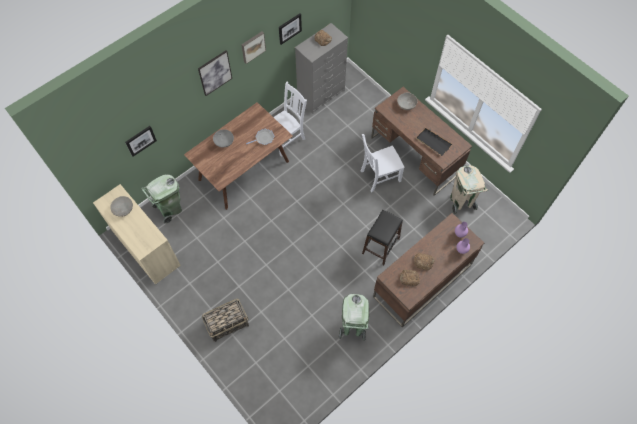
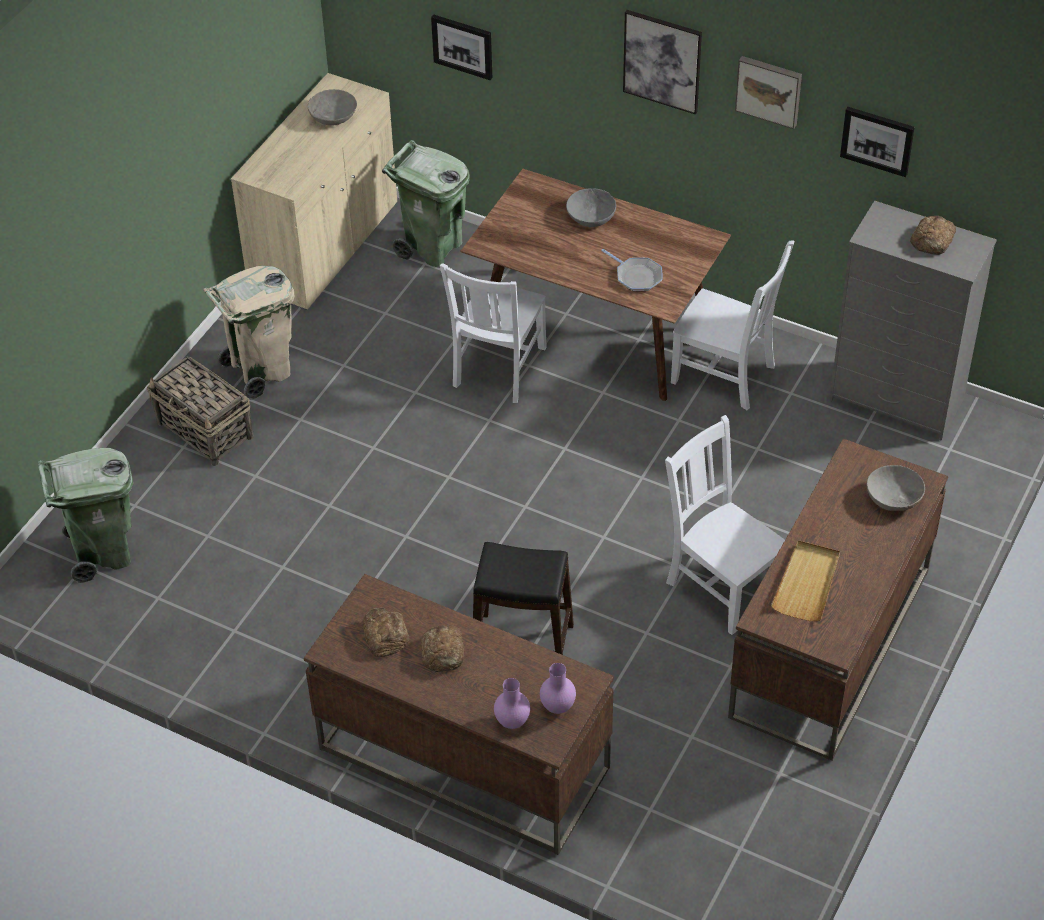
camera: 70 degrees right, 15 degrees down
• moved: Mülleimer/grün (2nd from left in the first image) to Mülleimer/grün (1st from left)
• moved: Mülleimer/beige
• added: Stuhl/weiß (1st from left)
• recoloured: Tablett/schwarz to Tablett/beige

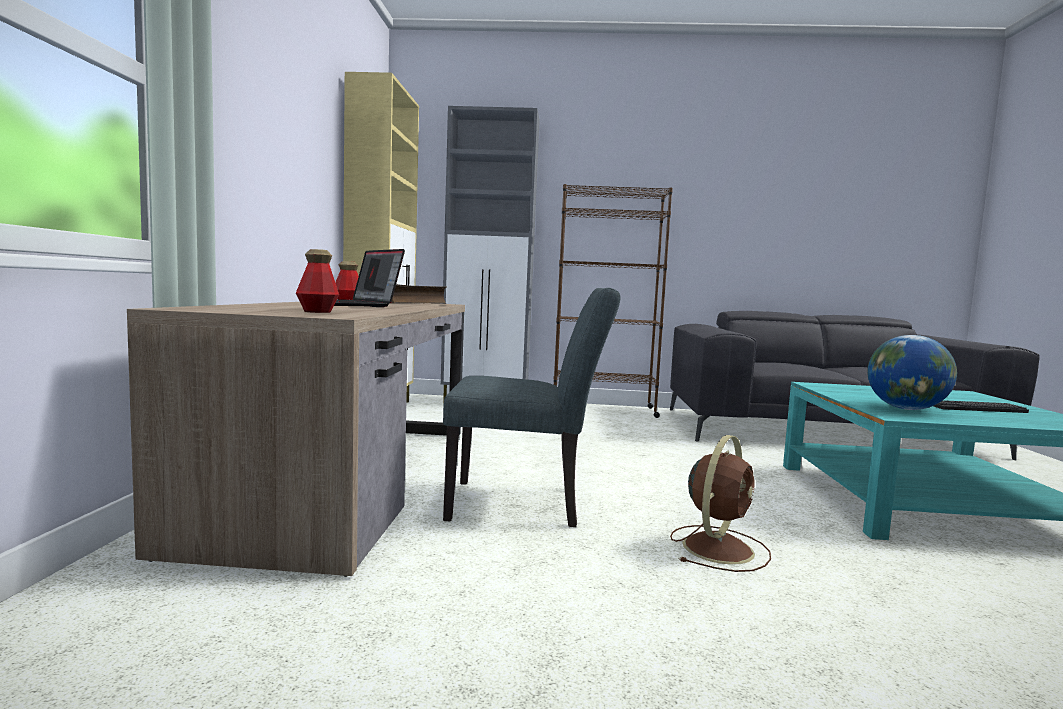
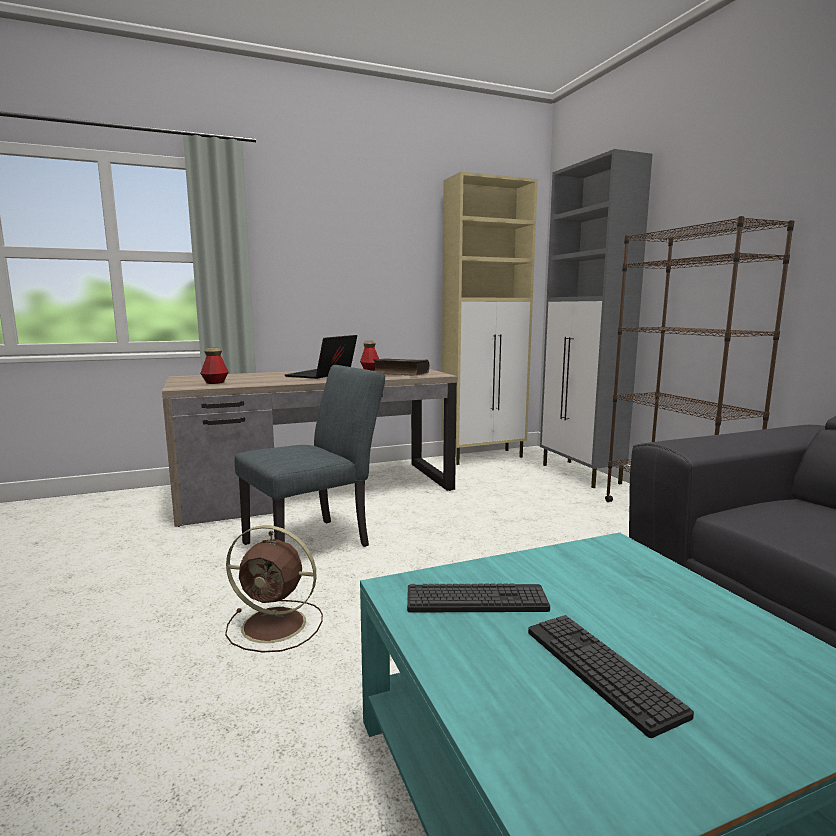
camera: 65 degrees right, 5 degrees up
• turned: Stuhl/grau 105 degrees counterclockwise
• replaced: Globus to Tastatur (1st from left)

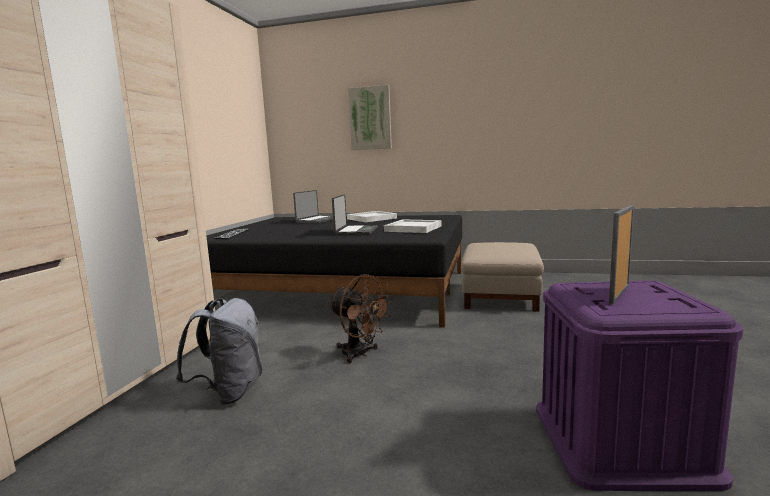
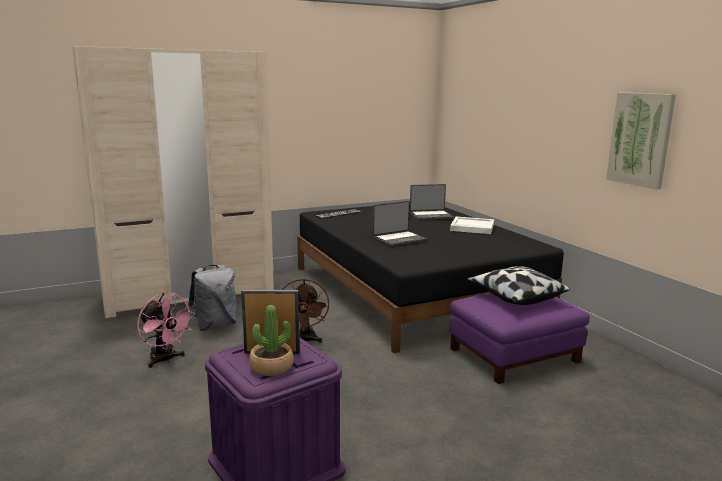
camera: 50 degrees right, 5 degrees up
• added: Ventilator/rosa
• added: Topfpflanze
• recoloured: Polsterhocker/beige to Polsterhocker/lila
• added: Kissen
• moved: Bild
• removed: Tablett/weiß (2nd from left)

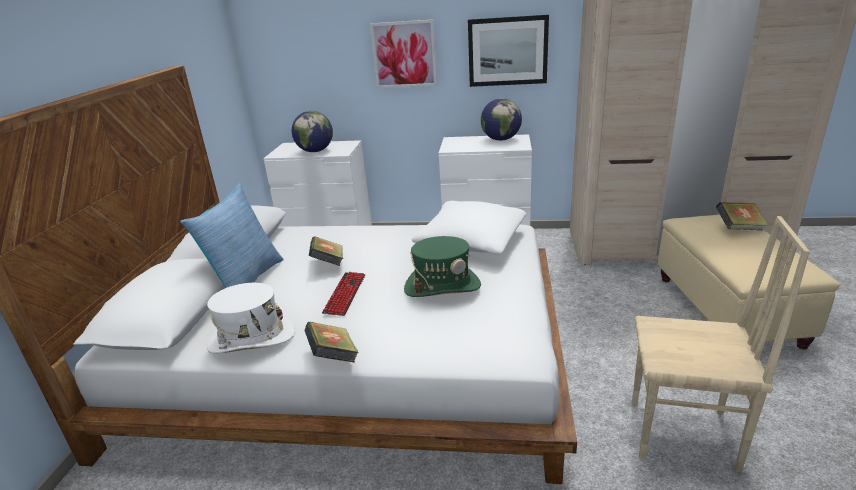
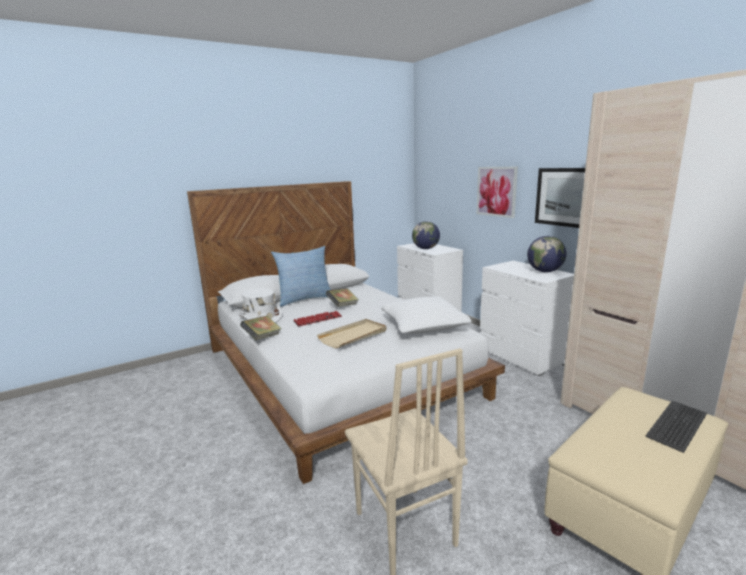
camera: 50 degrees right, 10 degrees down
• replaced: Hut/grün to Tablett/beige
• replaced: Buch (3rd from left) to Tastatur (2nd from left)

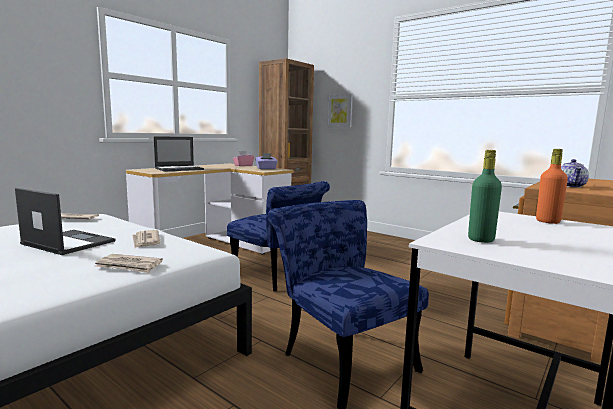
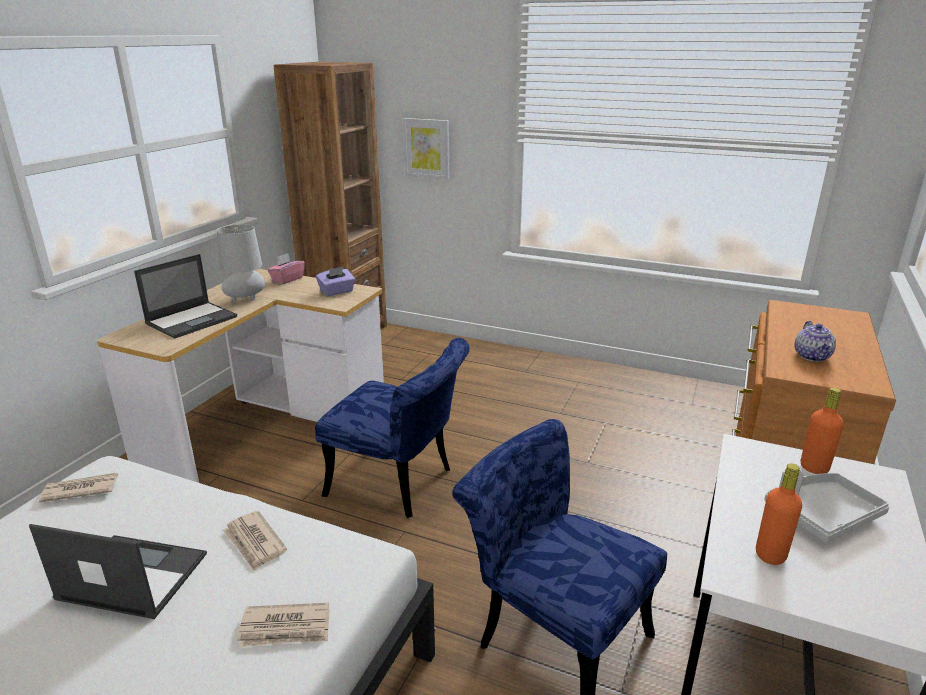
camera: 15 degrees left, 15 degrees up
• added: Tischlampe/grau
• recoloured: Flasche/grün to Flasche/orange (1st from left)
• added: Tablett/grau

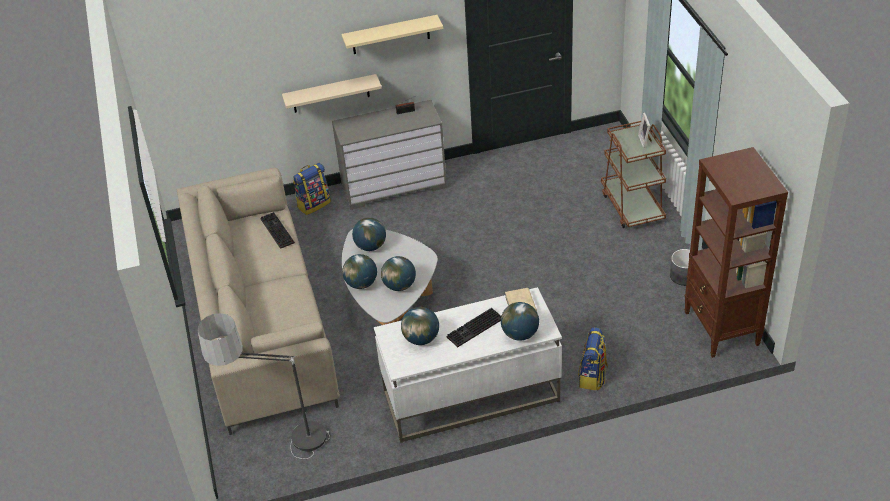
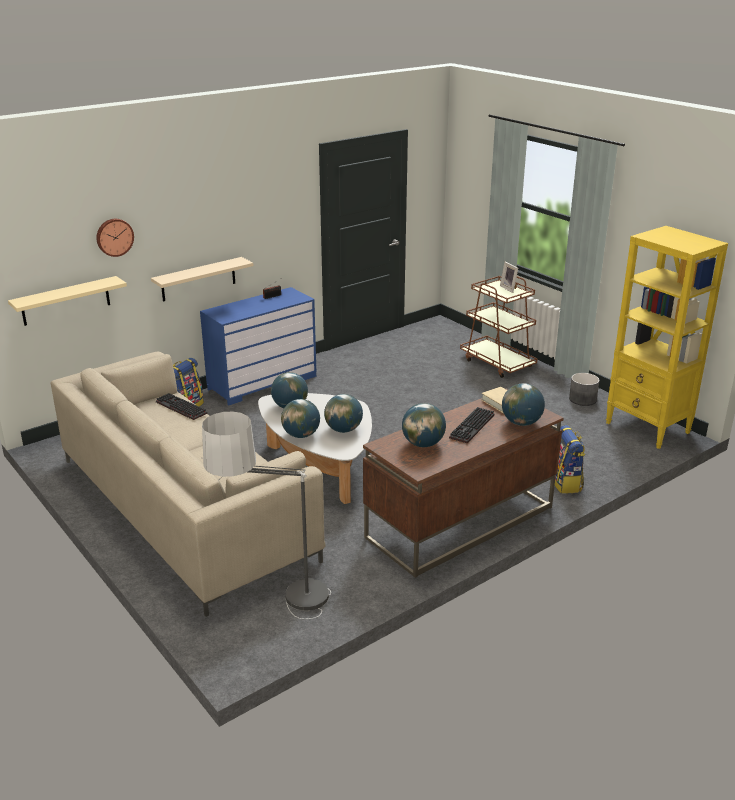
camera: 25 degrees left, 15 degrees down
• moved: Wandregal/beige (2nd from left in the first image) to Wandregal/beige (1st from left)
• added: Wanduhr
• recoloured: Kommode/grau to Kommode/blau
• recoloured: Schreibtisch/weiß to Schreibtisch/braun
• recoloured: Bücherregal/braun to Bücherregal/gelb

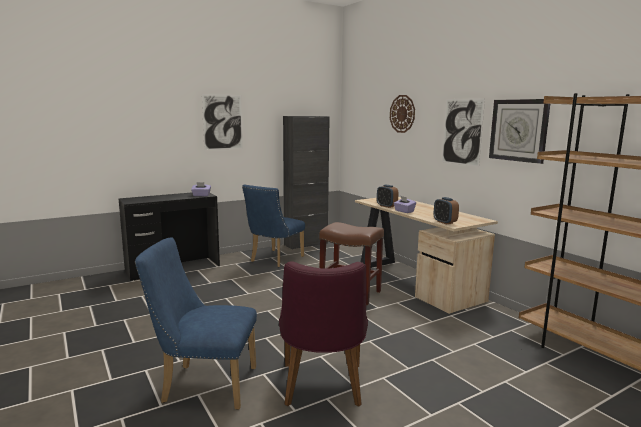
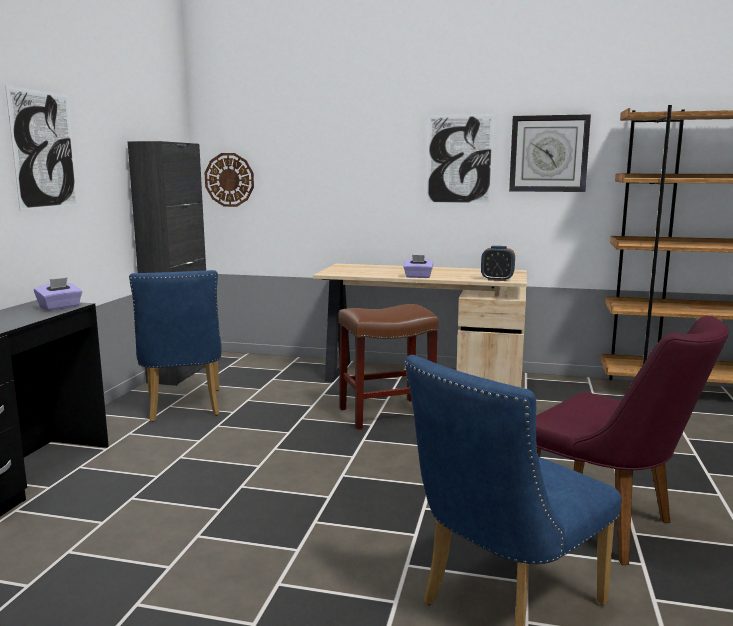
camera: 45 degrees left, 0 degrees up
• moved: Wanduhr (1st from left)
• removed: Wecker (1st from left)

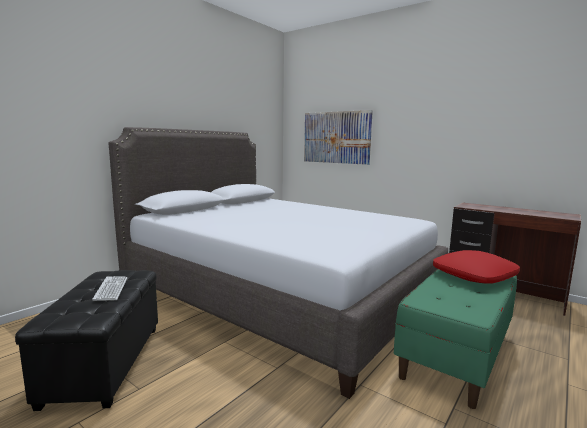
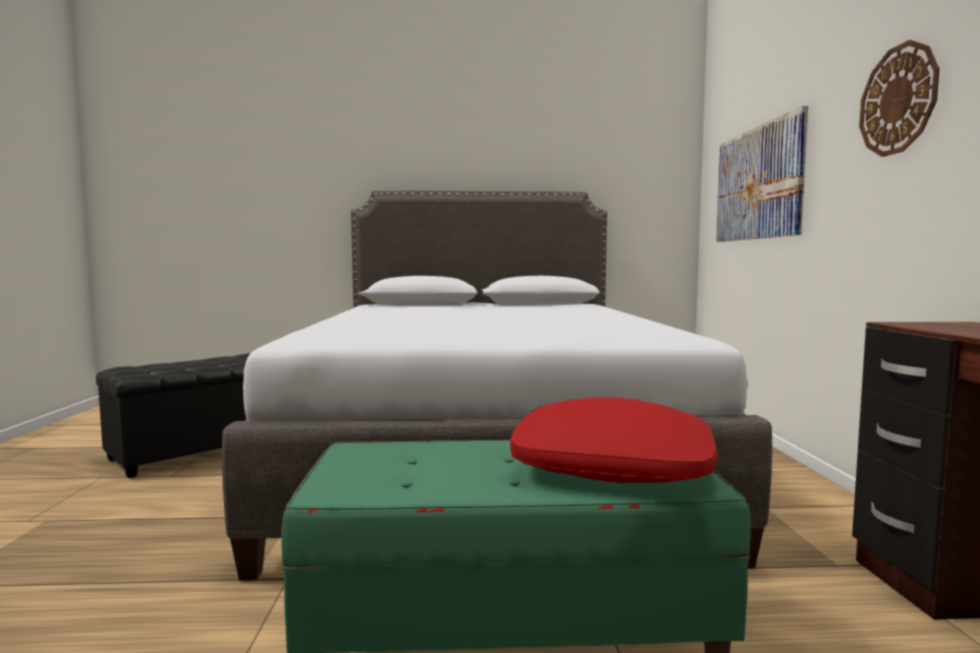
camera: 50 degrees right, 5 degrees down
• added: Wanduhr
• removed: Tastatur

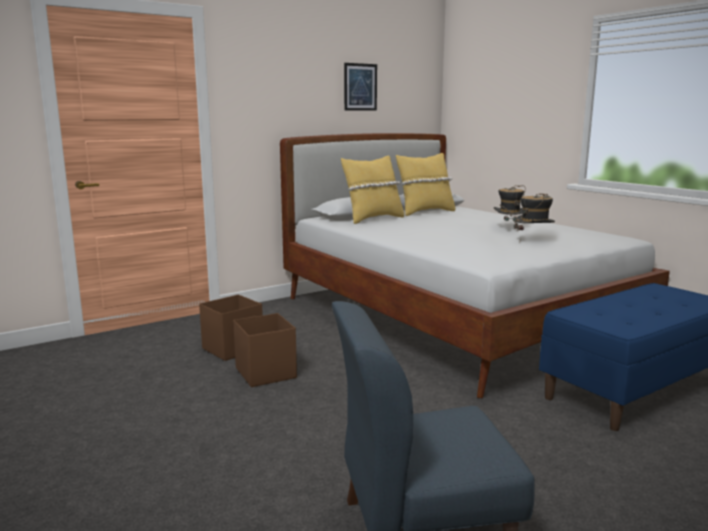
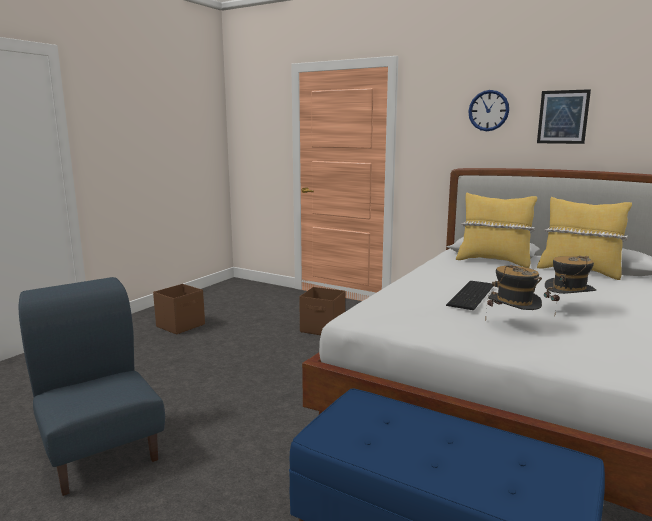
camera: 65 degrees right, 0 degrees up
• moved: Aufbewahrungsbox/braun (2nd from left in the first image) to Aufbewahrungsbox/braun (1st from left)
• added: Tastatur
• added: Wanduhr

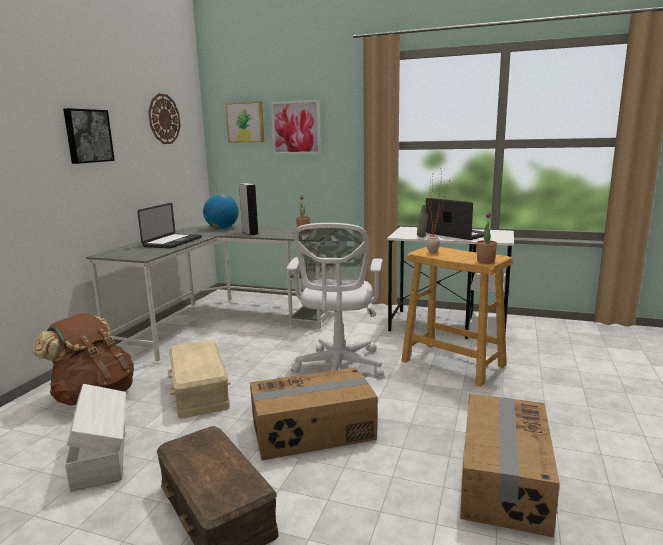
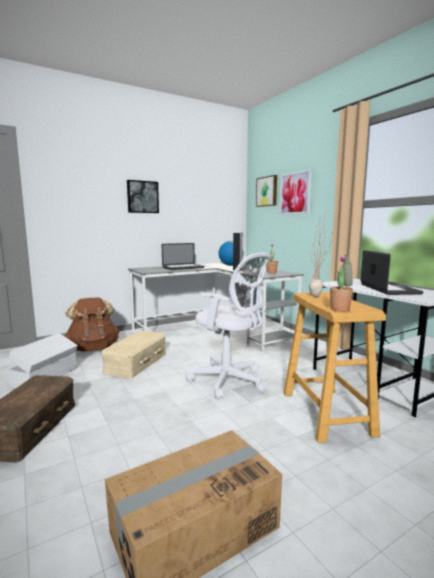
camera: 40 degrees right, 5 degrees down
• turned: Bürostuhl/weiß 105 degrees counterclockwise
• removed: Wanduhr
• removed: Karton (1st from left)

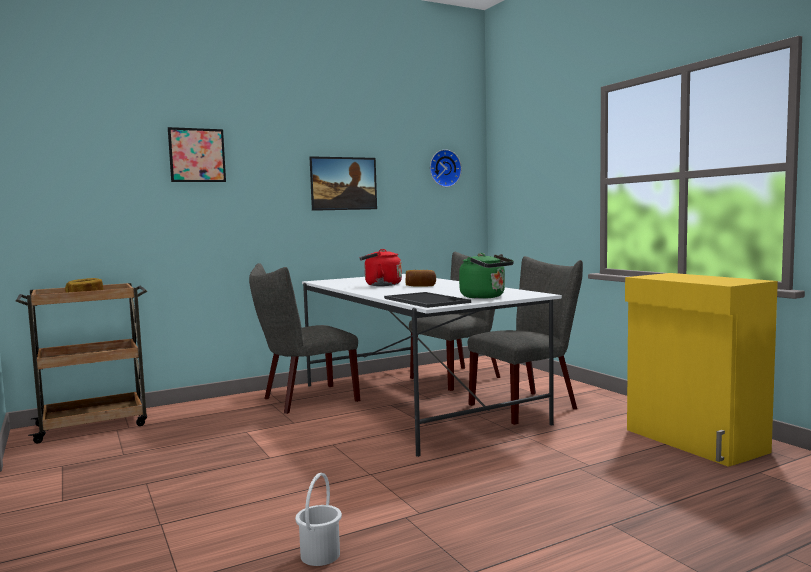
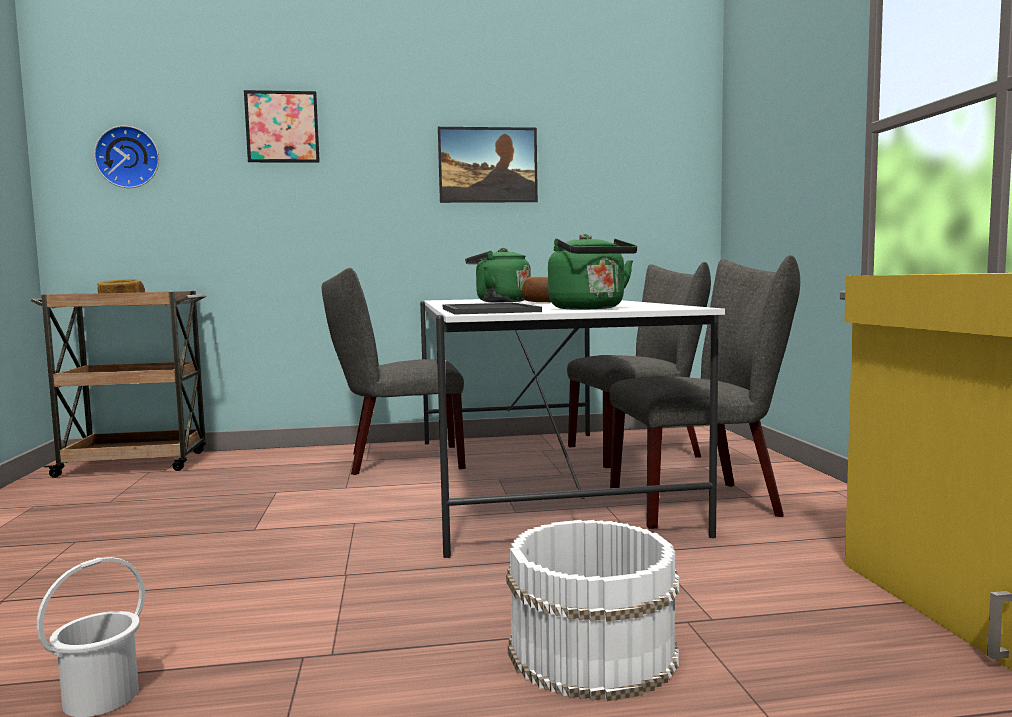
camera: 20 degrees right, 0 degrees up
• moved: Wanduhr
• recoloured: Wasserkessel/rot to Wasserkessel/grün (1st from left)
• added: Eimer/weiß (2nd from left)

